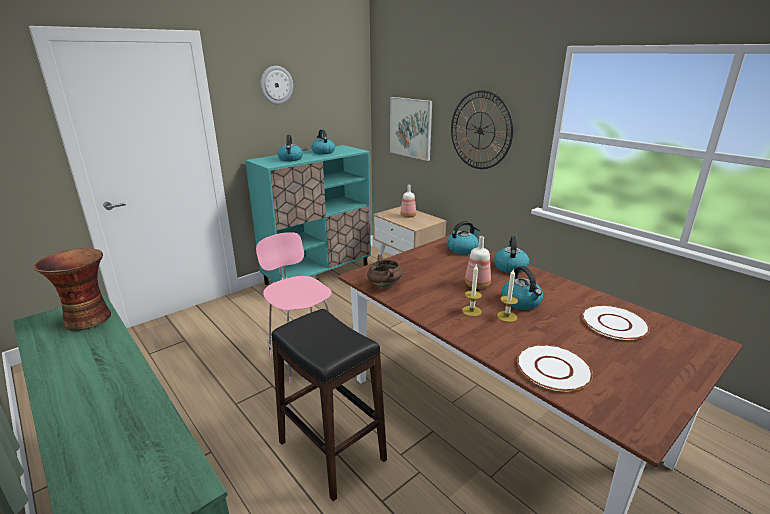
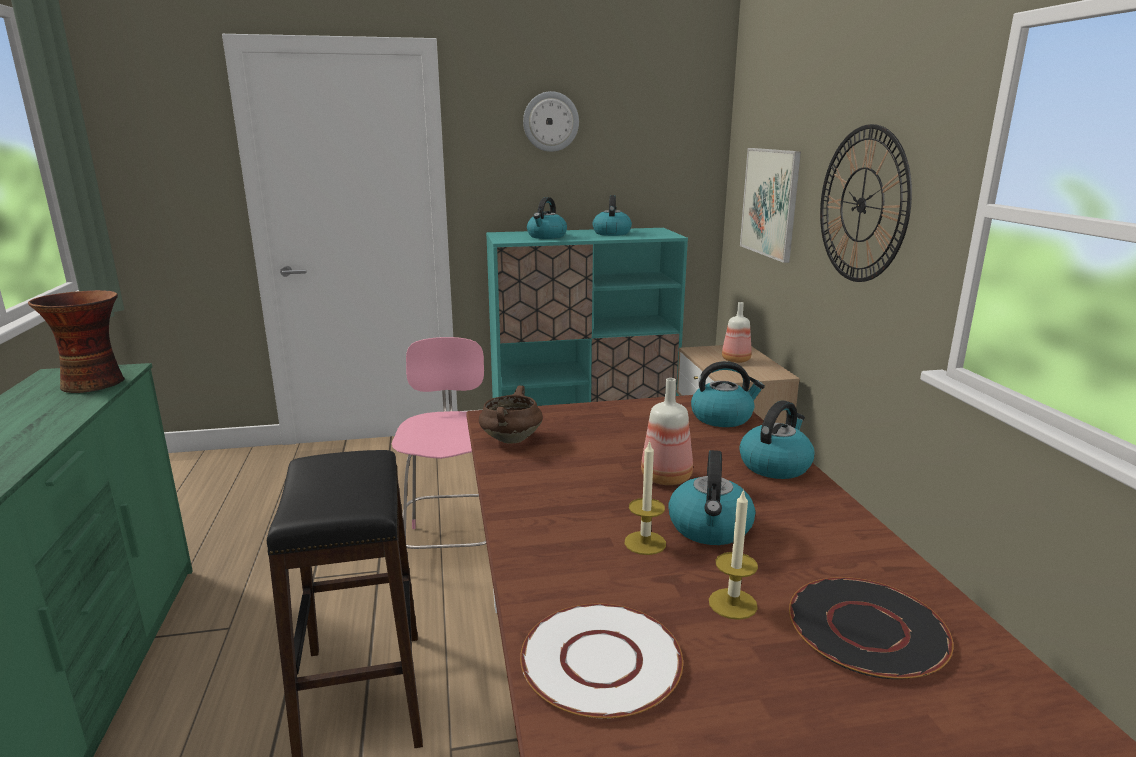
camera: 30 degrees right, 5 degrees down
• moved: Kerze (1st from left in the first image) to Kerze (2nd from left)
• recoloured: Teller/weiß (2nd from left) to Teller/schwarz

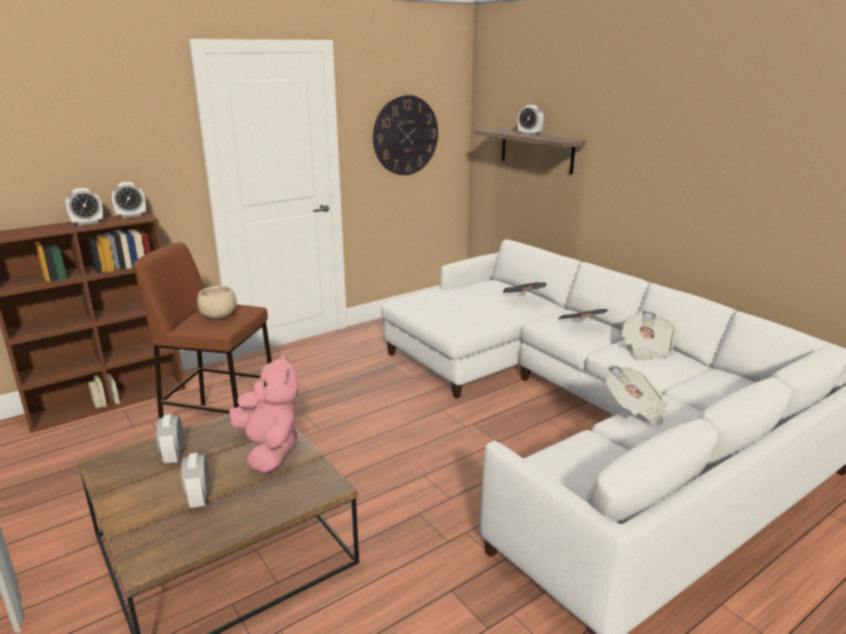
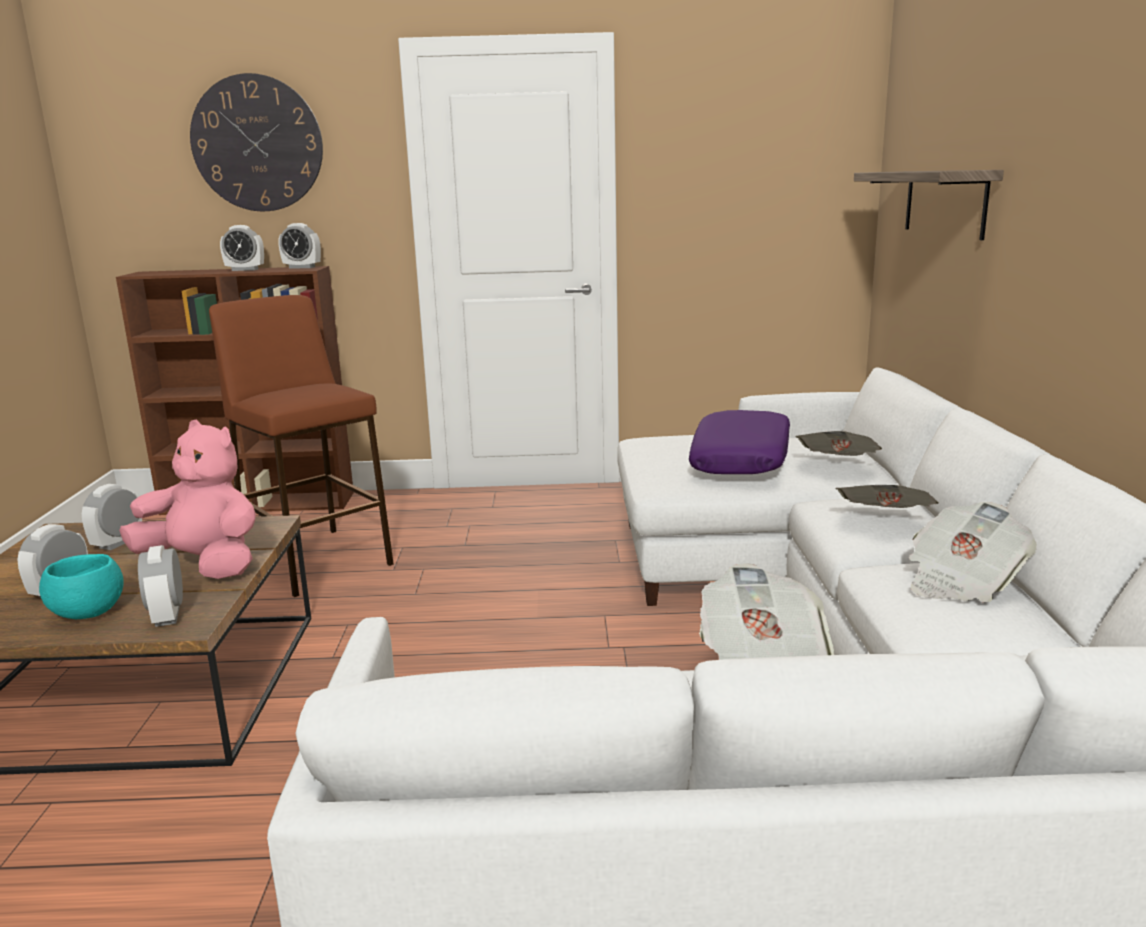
camera: 35 degrees right, 5 degrees down
• added: Schüssel/türkis
• turned: Plüschtier/rosa 75 degrees counterclockwise
• moved: Wecker (5th from left in the first image) to Wecker (3rd from left)
• moved: Wanduhr
• added: Kissen/lila
• removed: Schüssel/beige

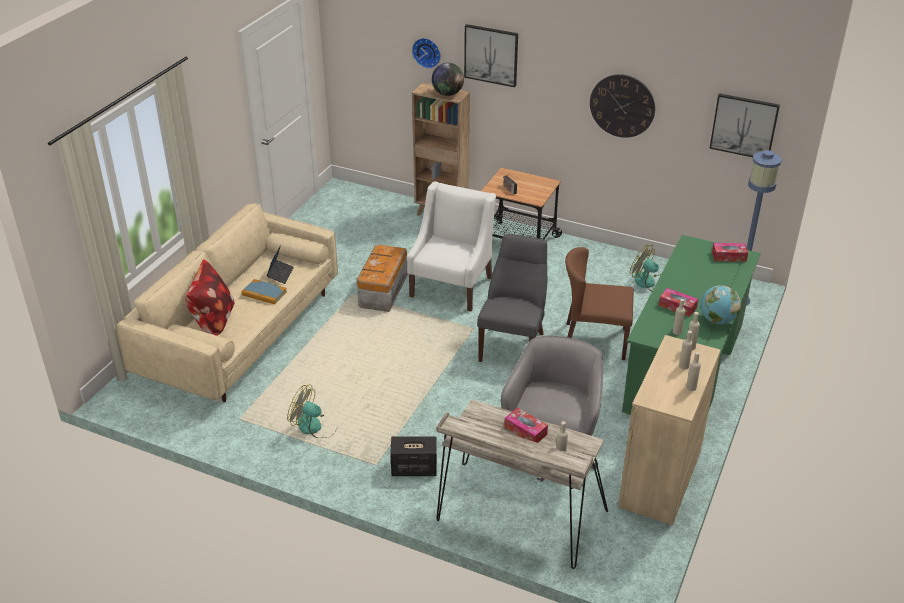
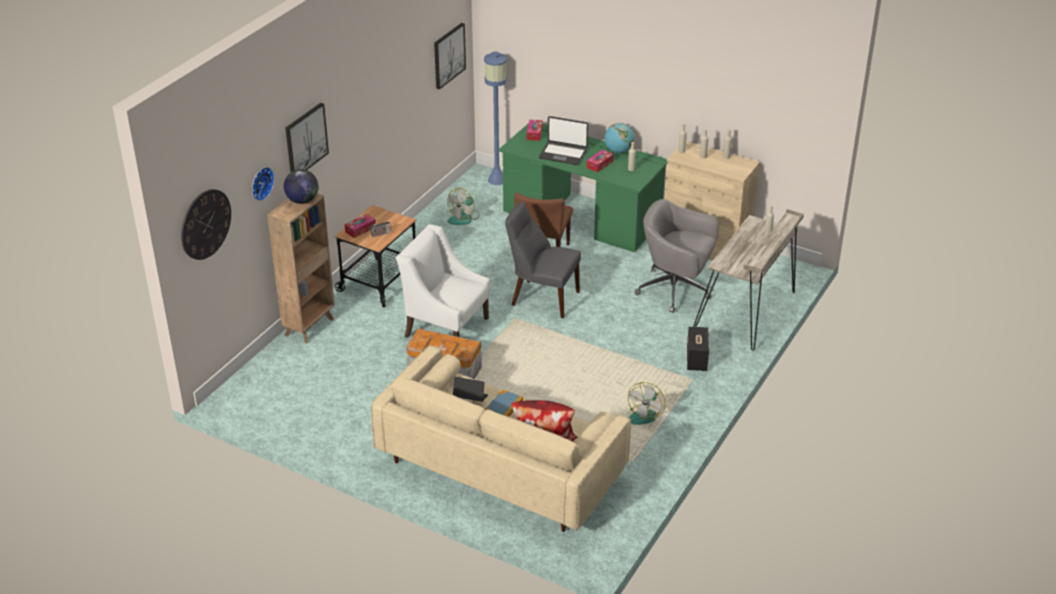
camera: 85 degrees left, 0 degrees up
• moved: Wanduhr (2nd from left in the first image) to Wanduhr (1st from left)
• moved: Taschentuchbox (1st from left)
• added: Laptop (2nd from left)

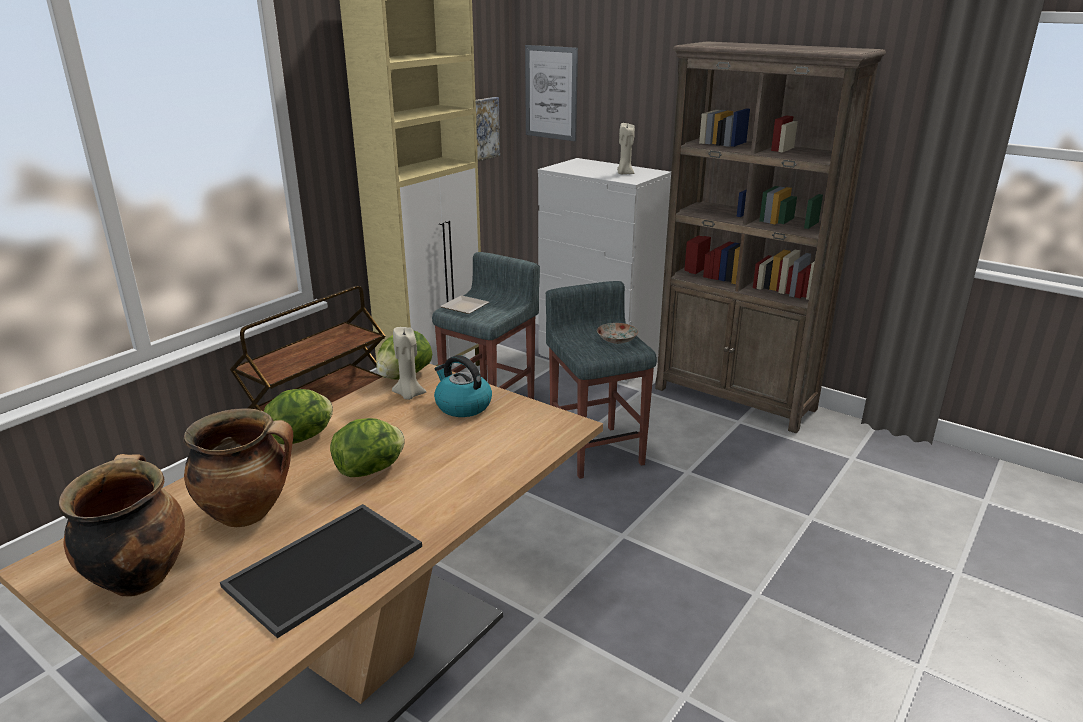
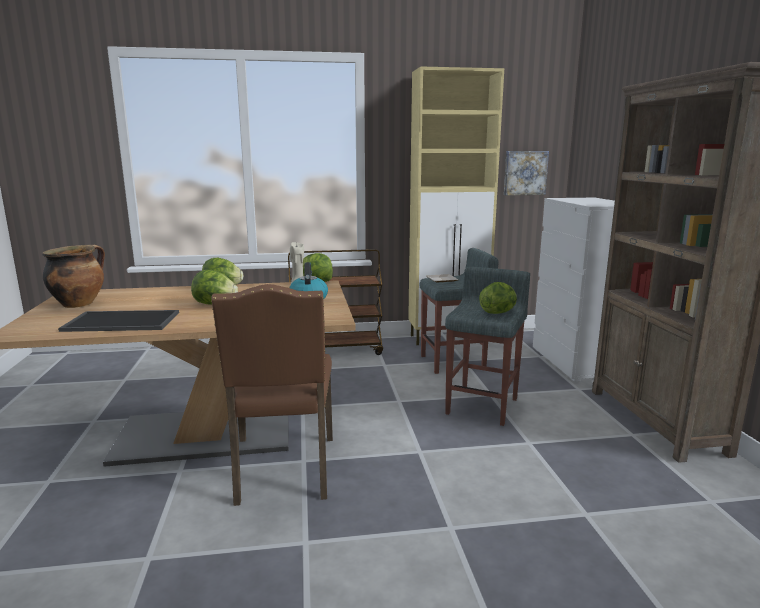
camera: 45 degrees right, 10 degrees down
• added: Stuhl/braun
• replaced: Teller (2nd from left) to Salatkopf (4th from left)
• removed: Kochtopf (2nd from left)
• removed: Bild (2nd from left)
• removed: Kerze/beige (2nd from left)

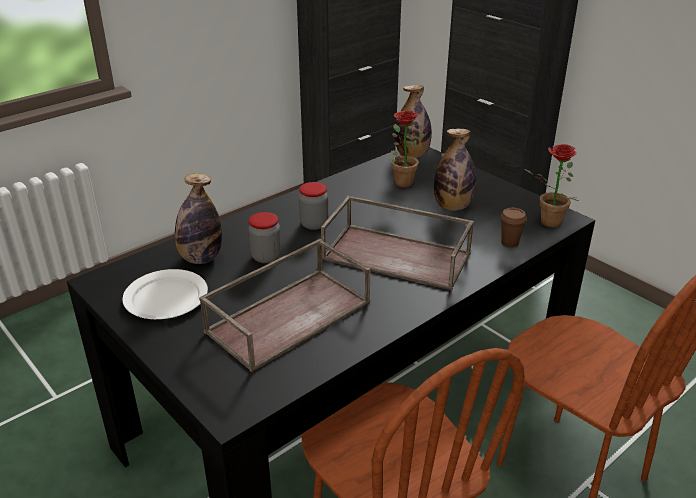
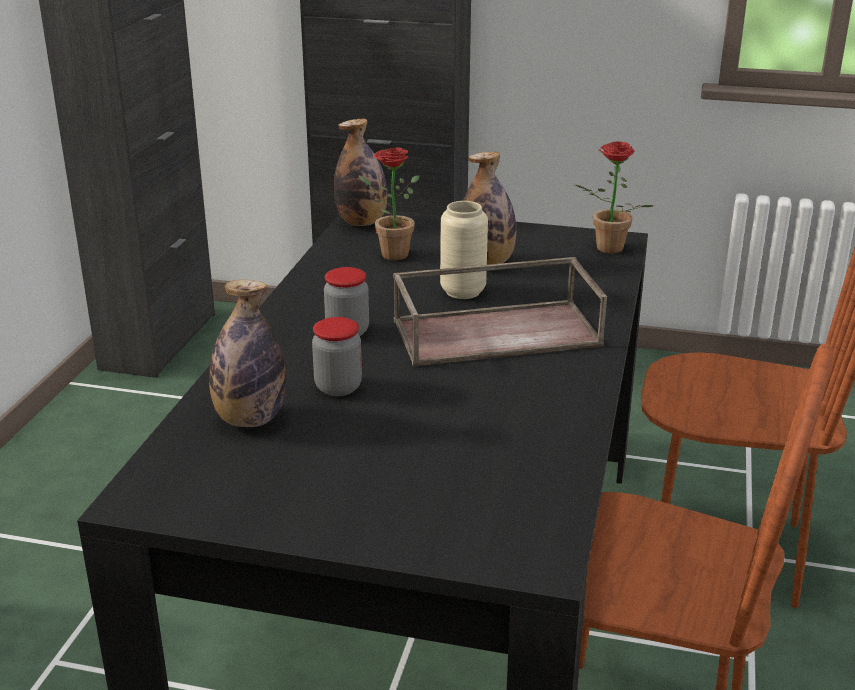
camera: 35 degrees left, 5 degrees down
• added: Vase/beige
• removed: Teller/weiß
• removed: Tablett/braun (1st from left)
• removed: Tasse/braun

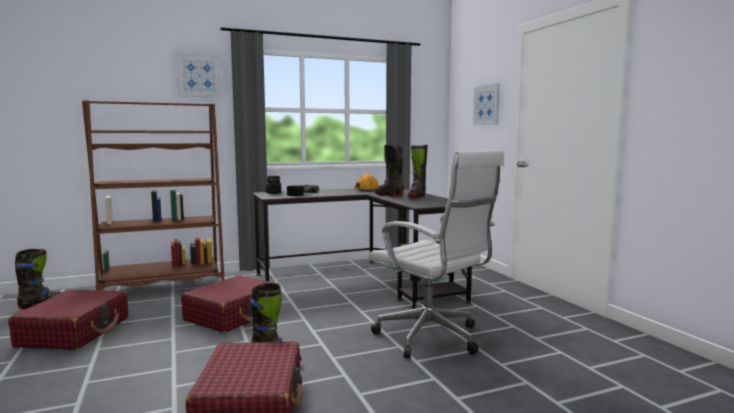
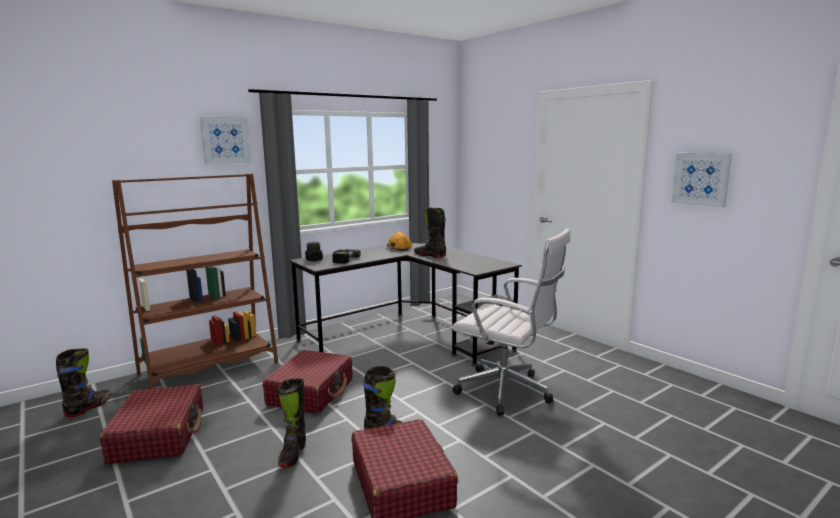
camera: 15 degrees left, 5 degrees up
• moved: Stiefel/schwarz (4th from left in the first image) to Stiefel/schwarz (2nd from left)
• moved: Bild (2nd from left)

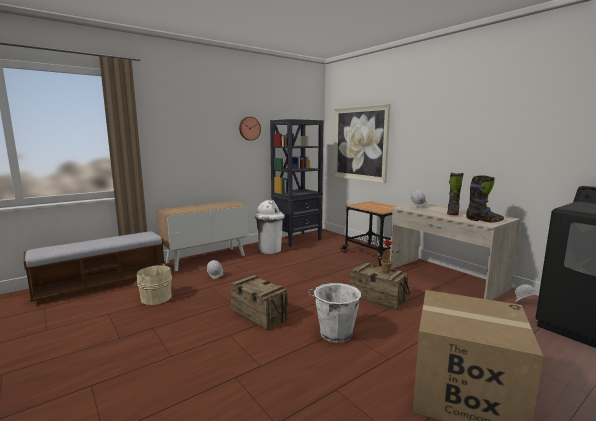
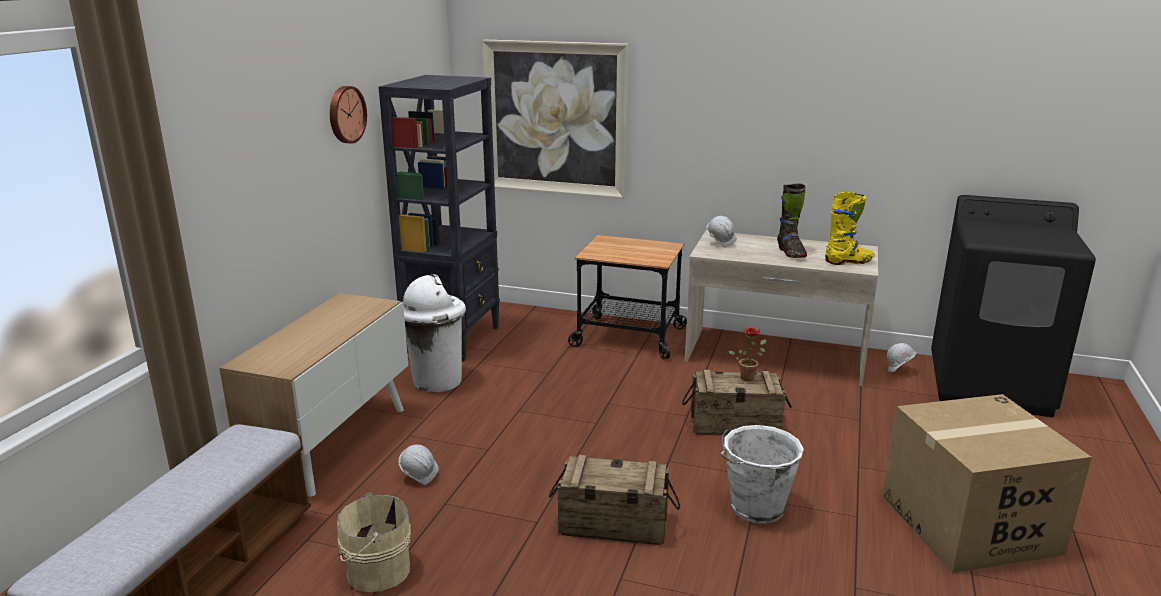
camera: 35 degrees left, 10 degrees up
• recoloured: Stiefel/schwarz (2nd from left) to Stiefel/gelb

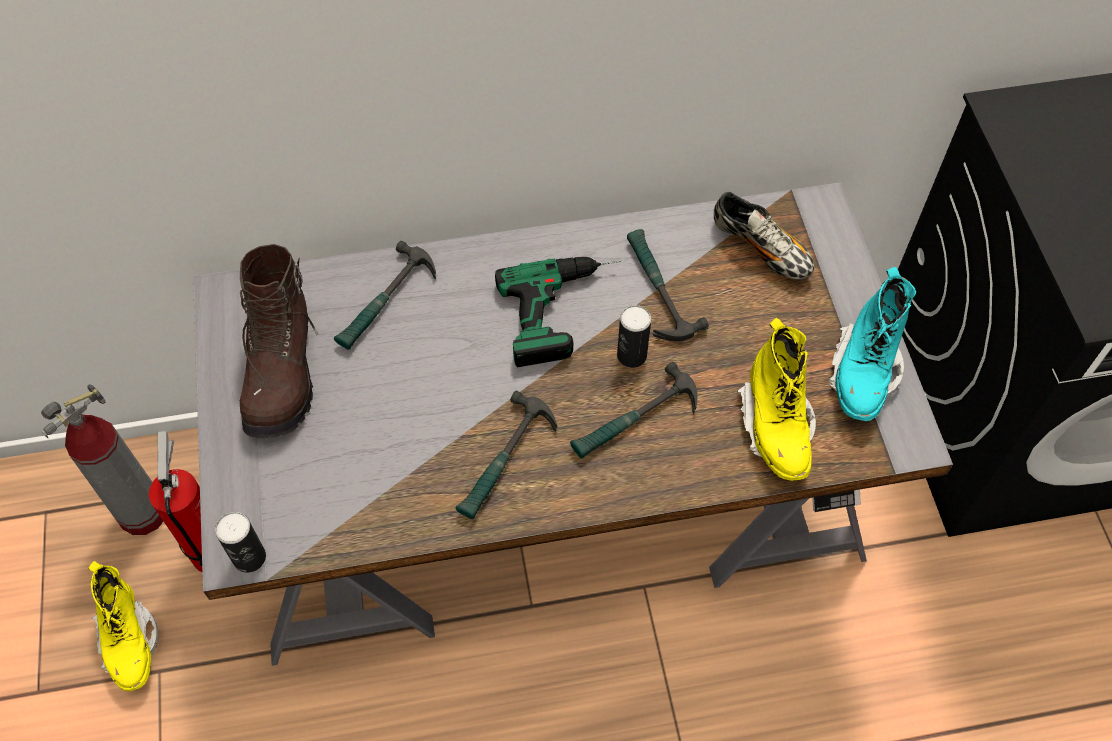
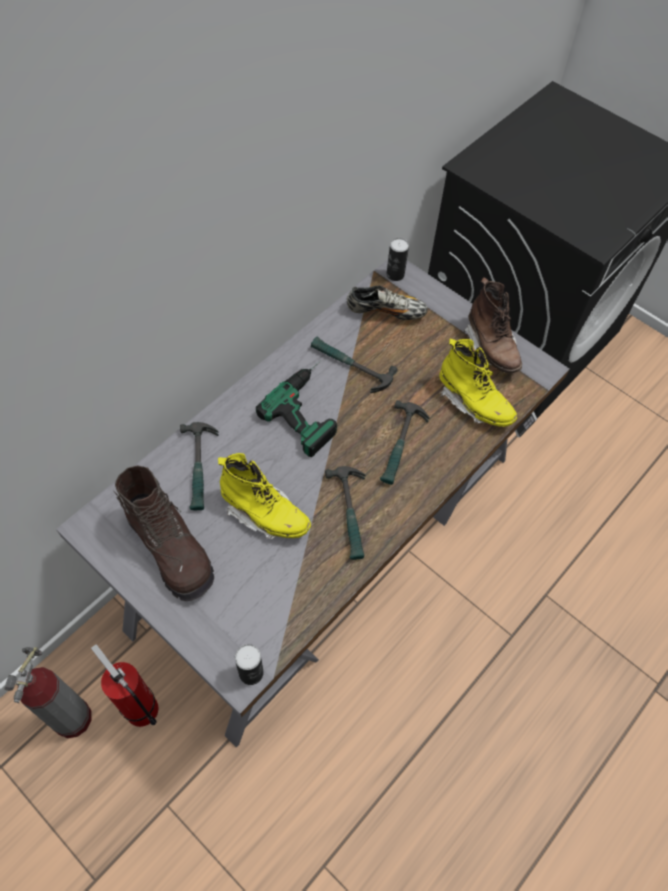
camera: 40 degrees left, 0 degrees up
• moved: Stiefel/gelb (1st from left)
• moved: Dose (2nd from left)
• recoloured: Stiefel/türkis to Stiefel/braun (2nd from left)

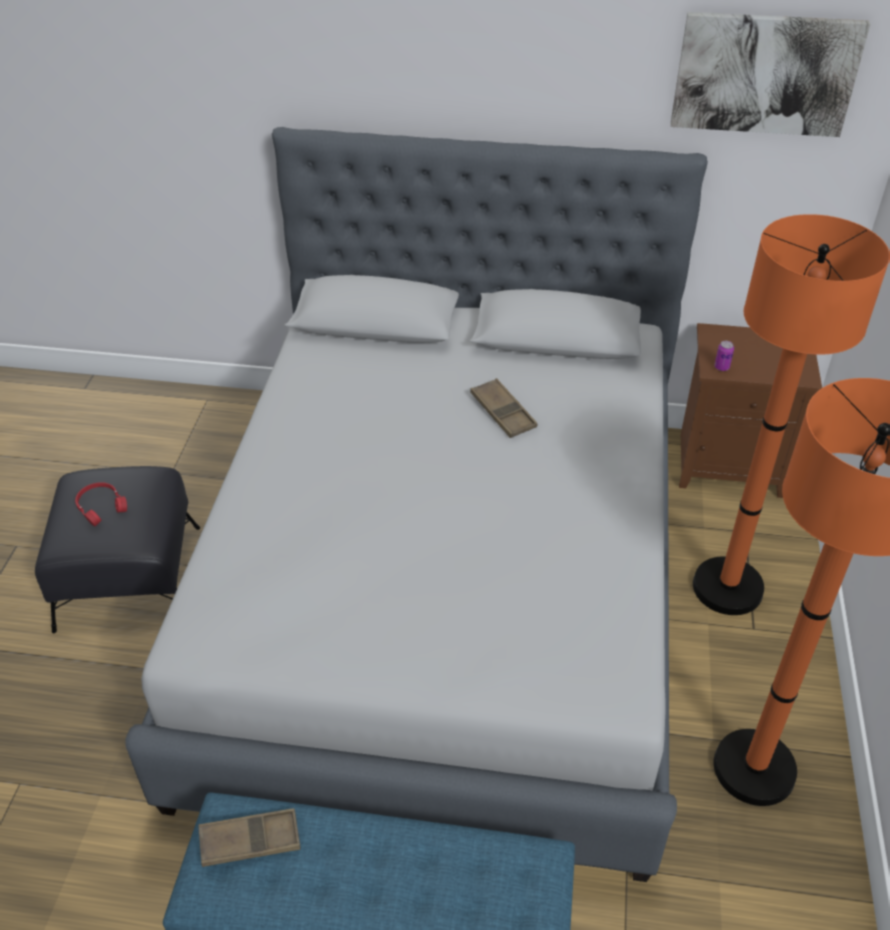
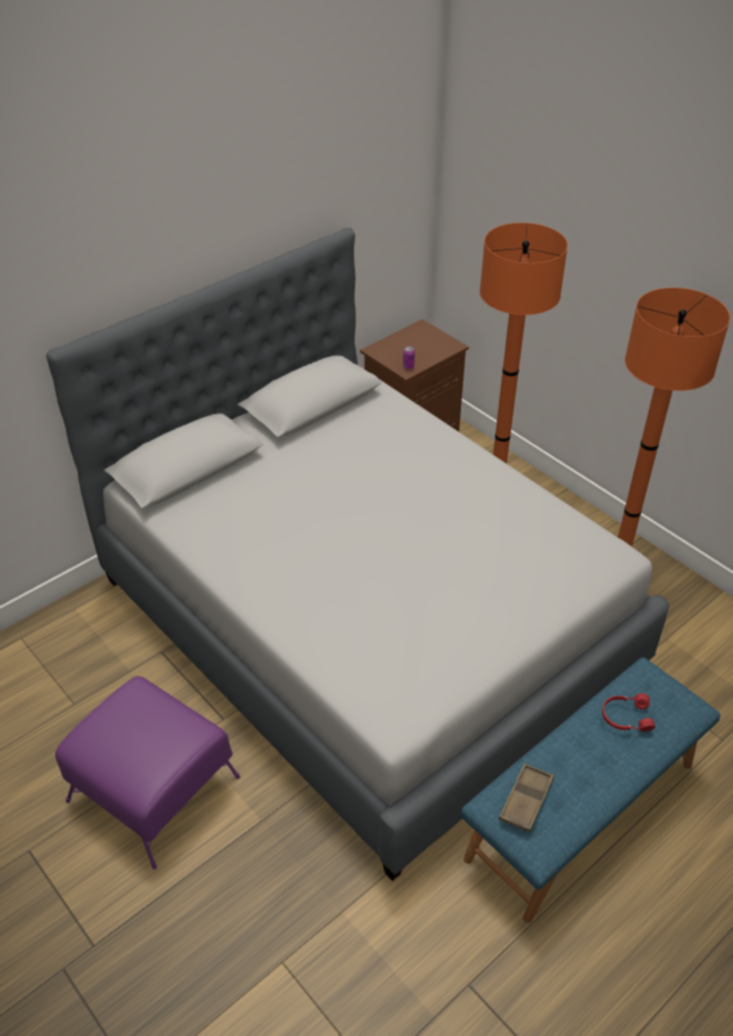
camera: 50 degrees left, 0 degrees up
• recoloured: Polsterhocker/schwarz to Polsterhocker/lila
• moved: Kopfhörer/rot
• removed: Tablett/braun (2nd from left)
• removed: Bild

